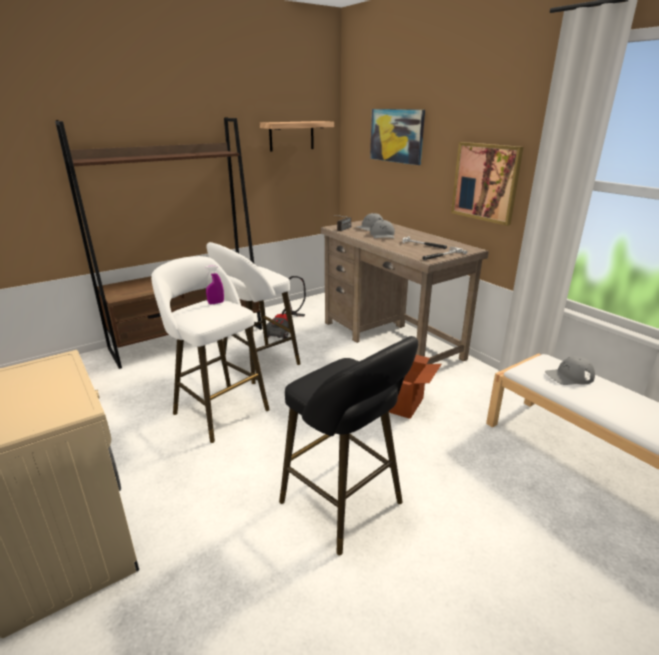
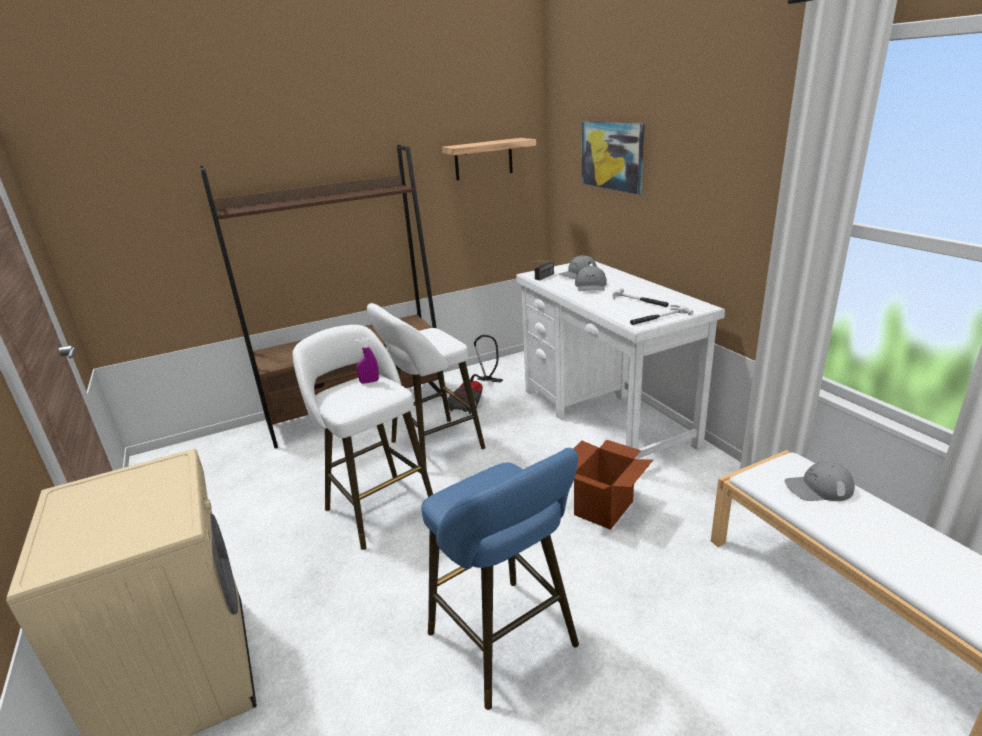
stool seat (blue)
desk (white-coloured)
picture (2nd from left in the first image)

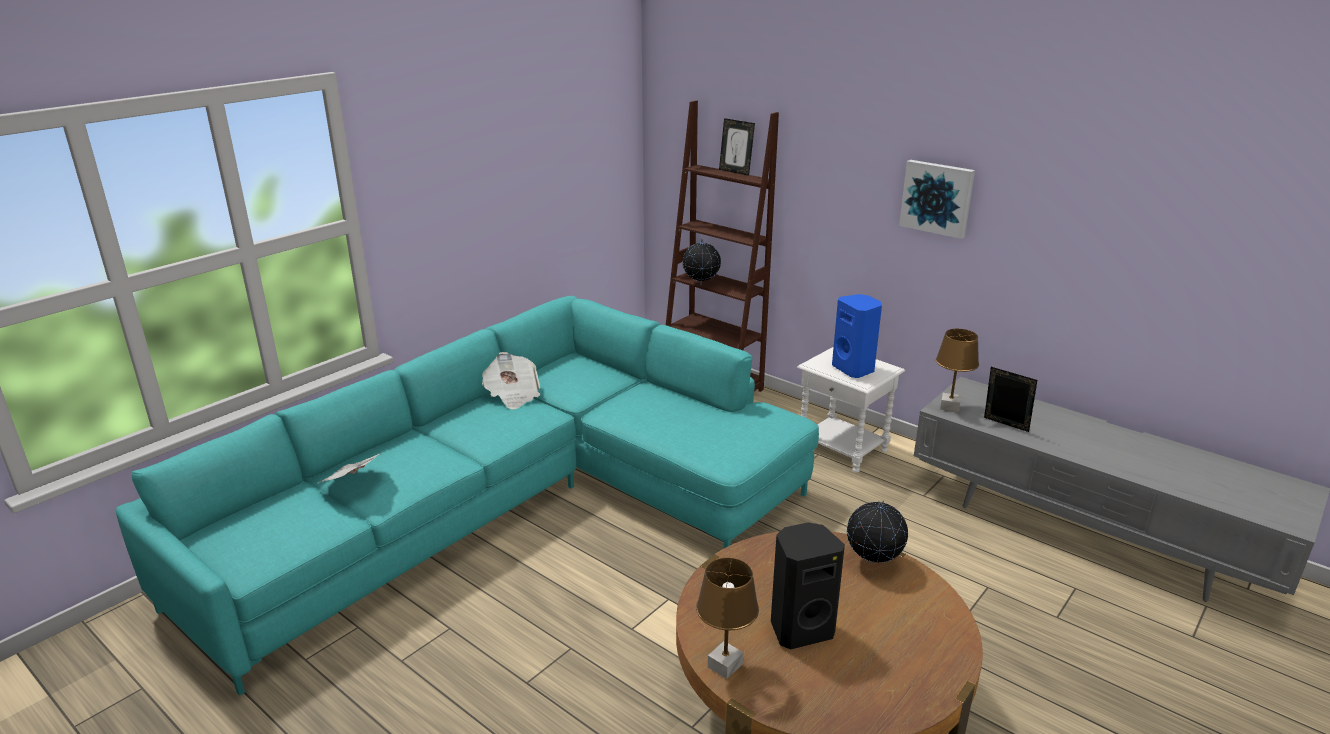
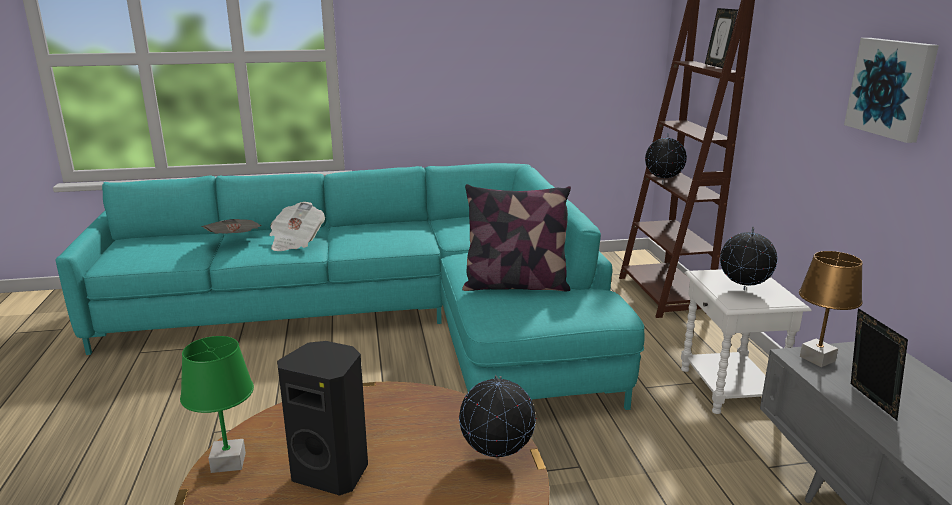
printed paper (2nd from left)
tabletop lamp (greenish)
desk globe (3rd from left)
pillow

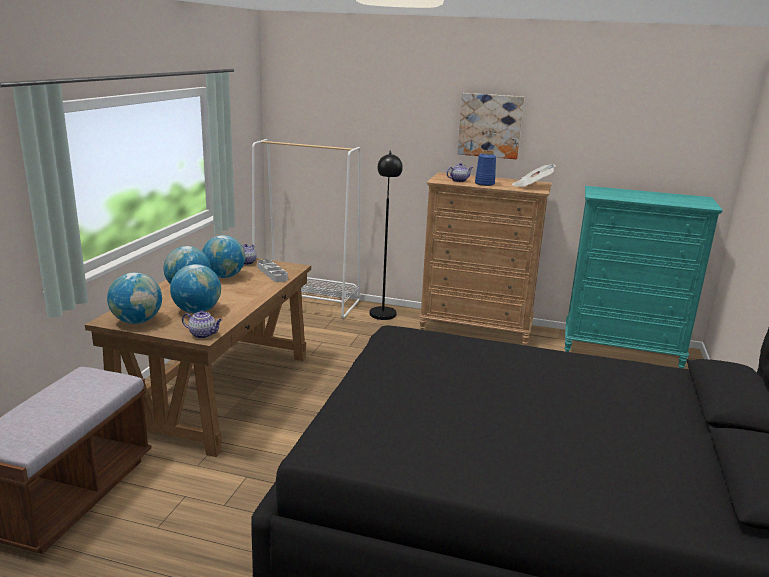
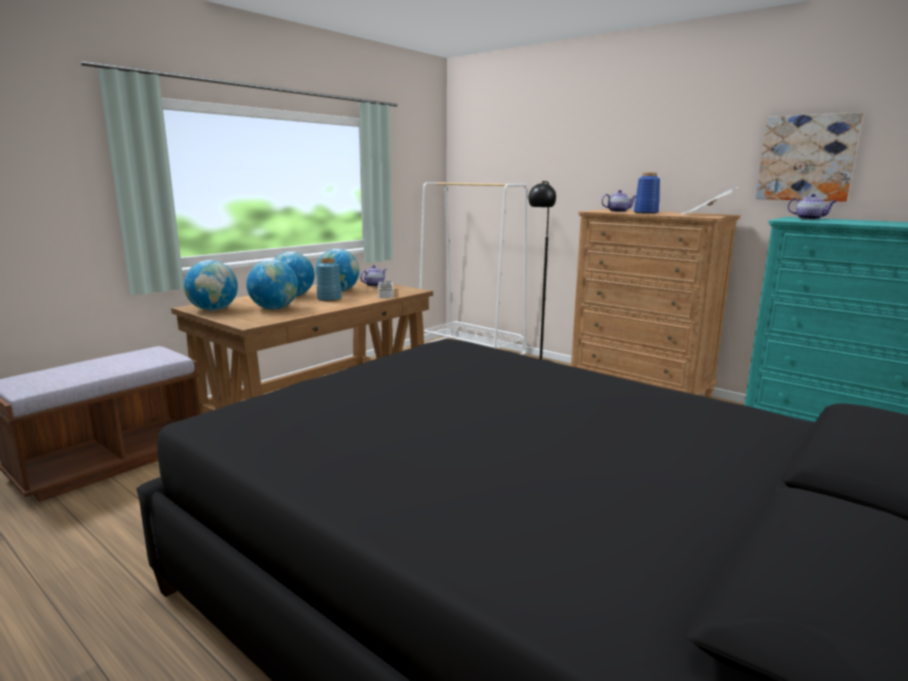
pot for tea (3rd from left)
picture
vase (blue) (1st from left)

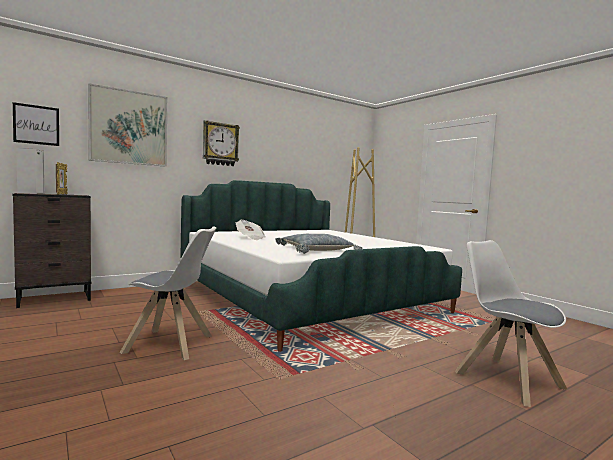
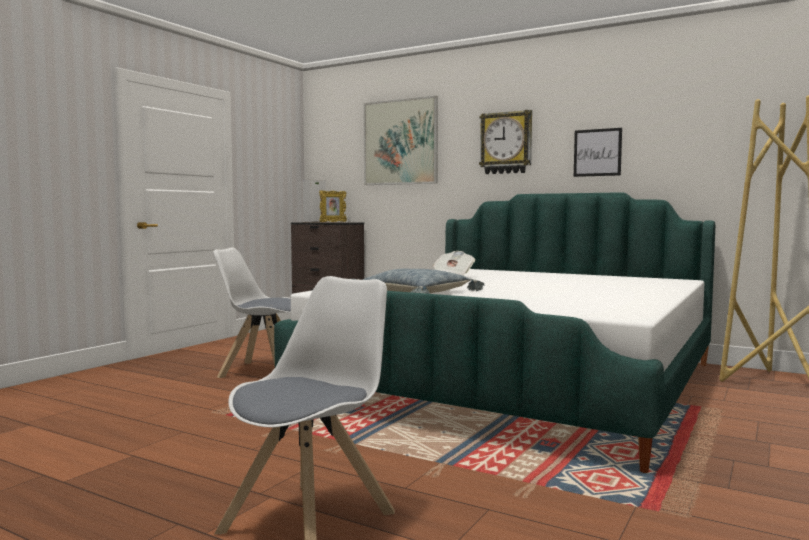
picture (2nd from left)
plain chair (1st from left)

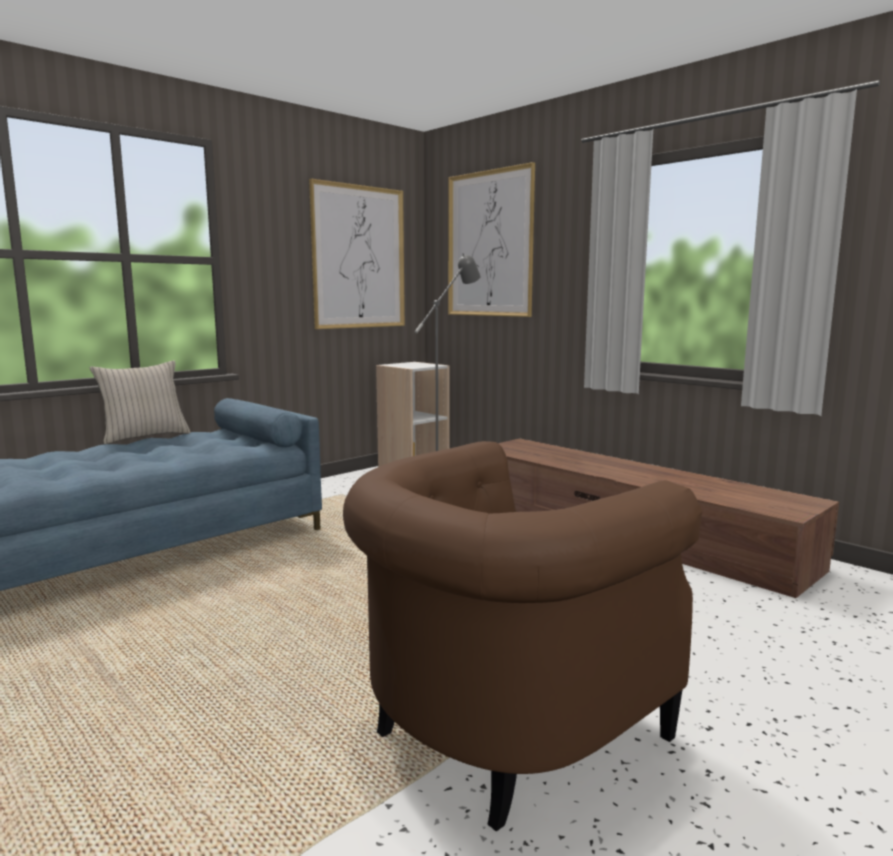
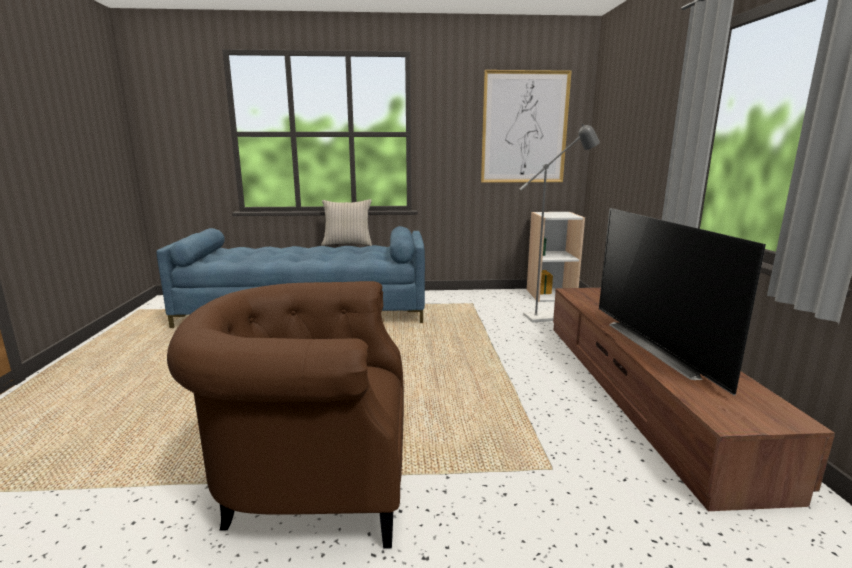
picture (2nd from left in the first image)
TV set

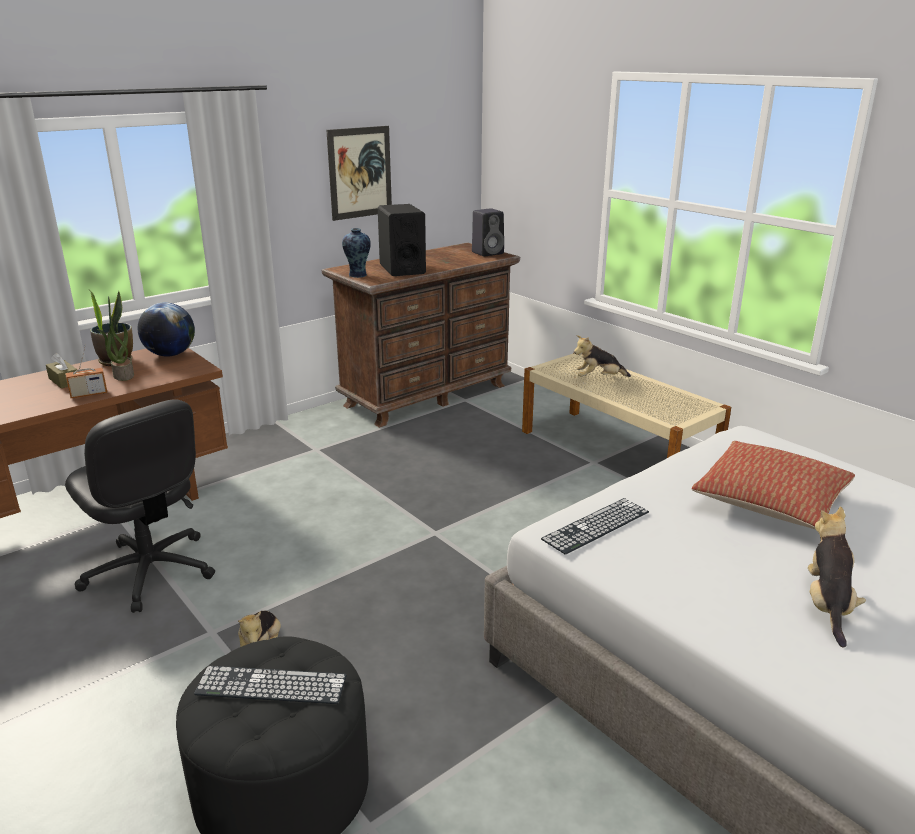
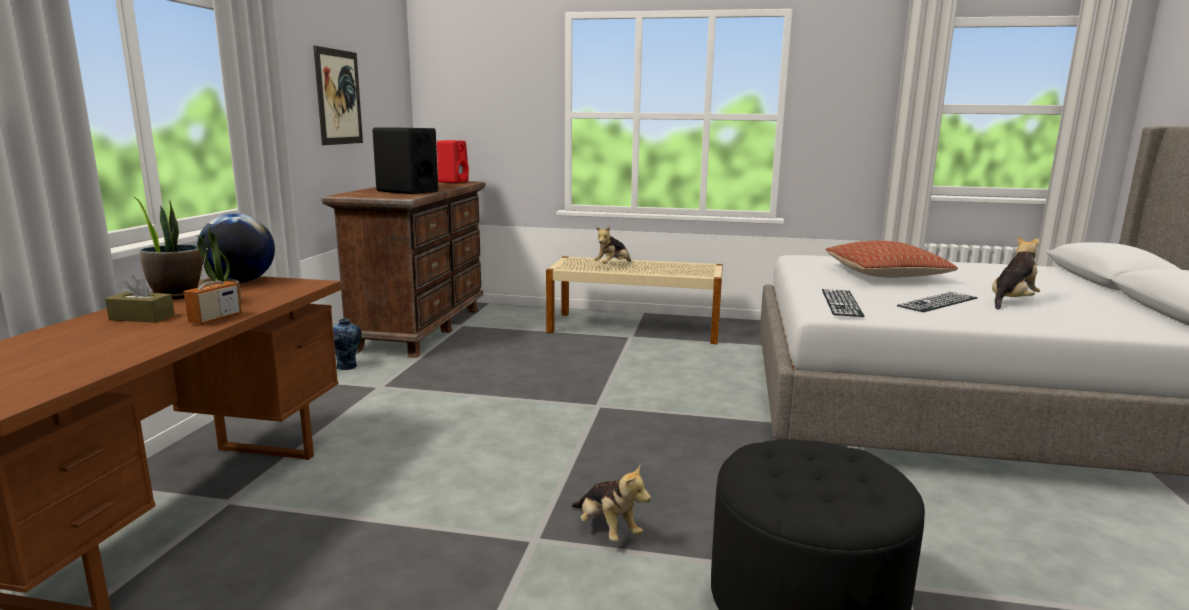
desk chair (black-coloured)
PC keyboard (2nd from left)
vase
speaker (red)
soft toy (3rd from left)

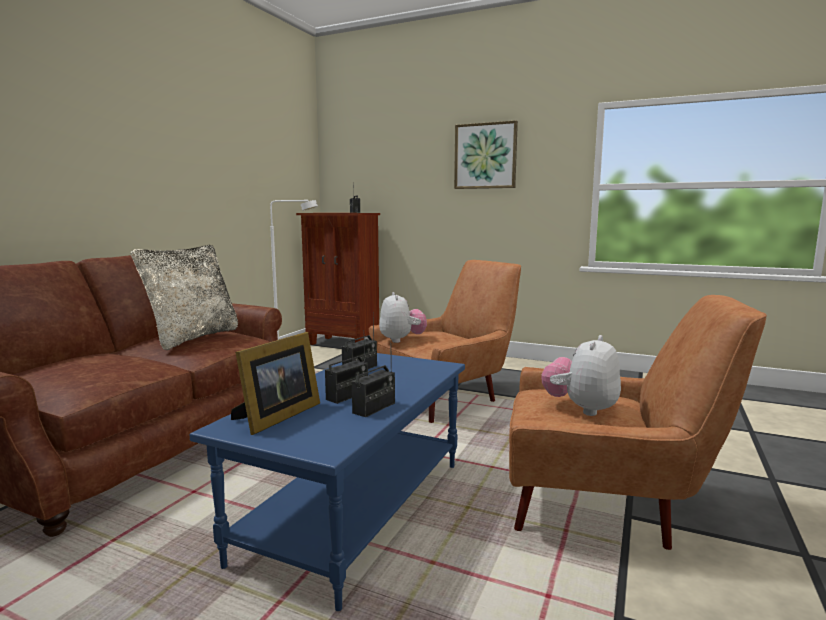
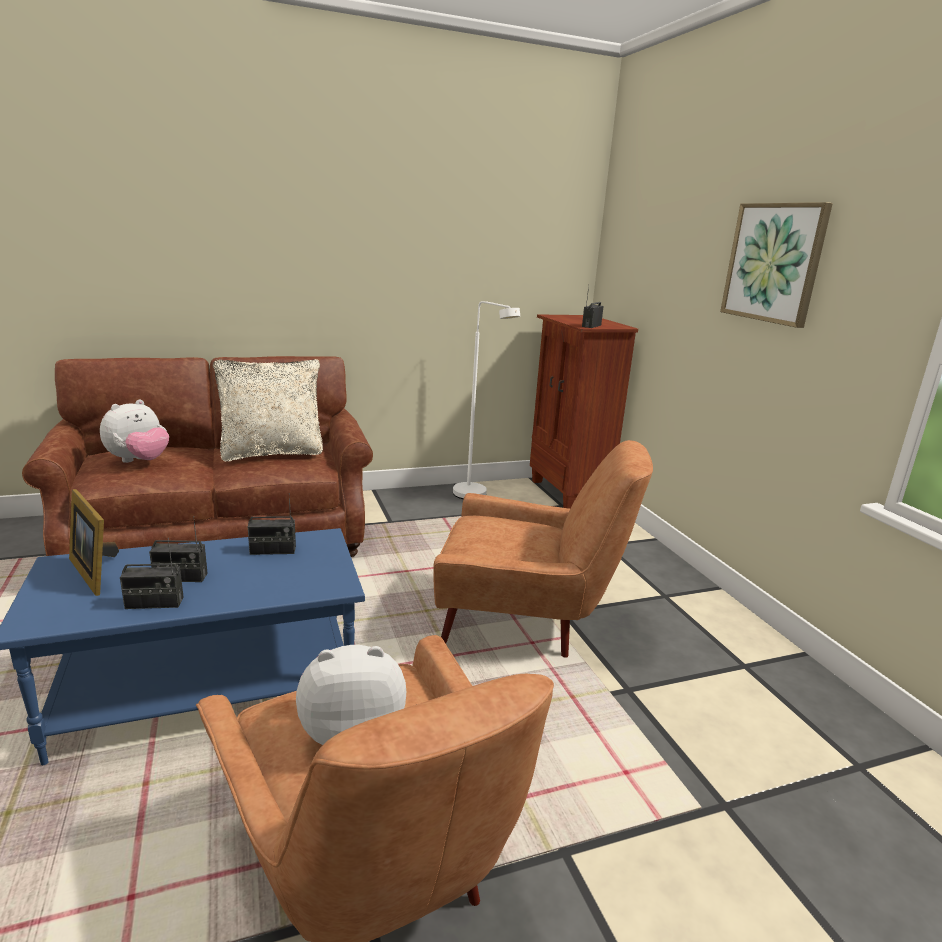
picture frame
soft toy (1st from left)

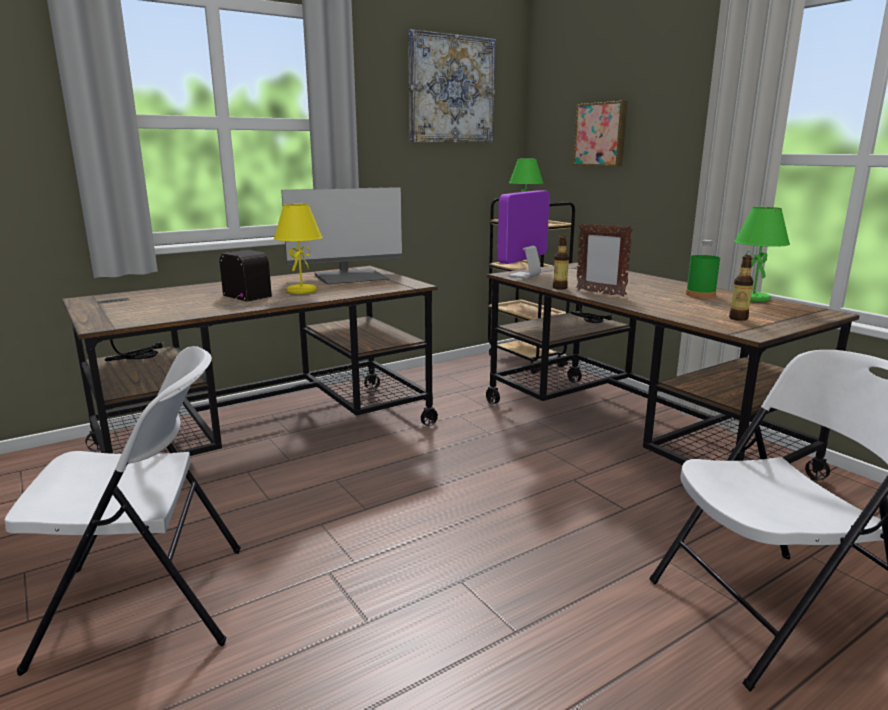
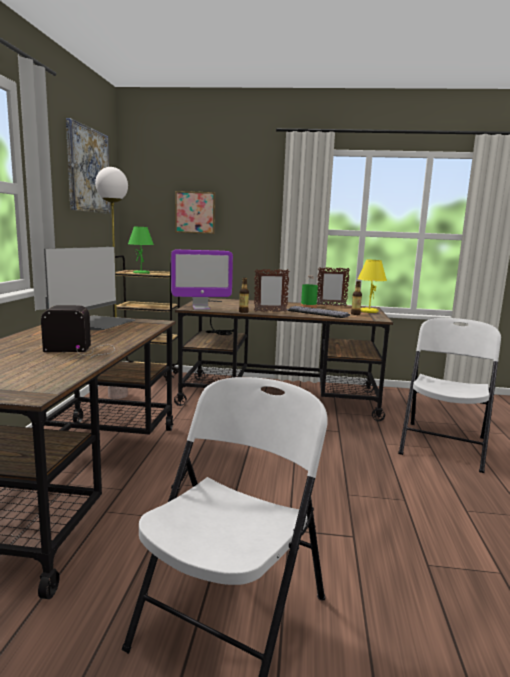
tabletop lamp (yellow)
computer screen (2nd from left)
picture frame (2nd from left)
floor lamp
PC keyboard

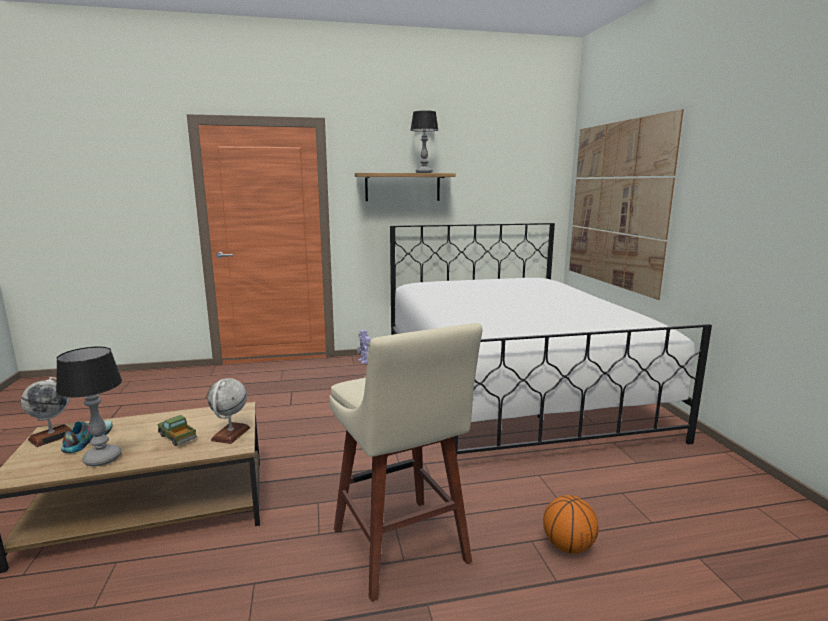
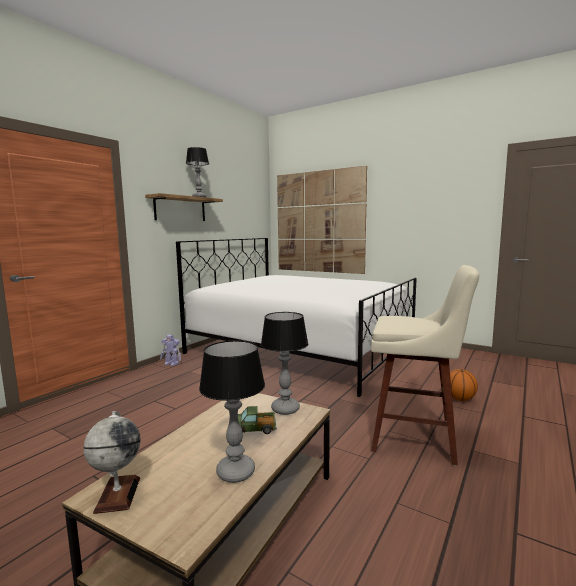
item of footwear
tabletop lamp (3rd from left)

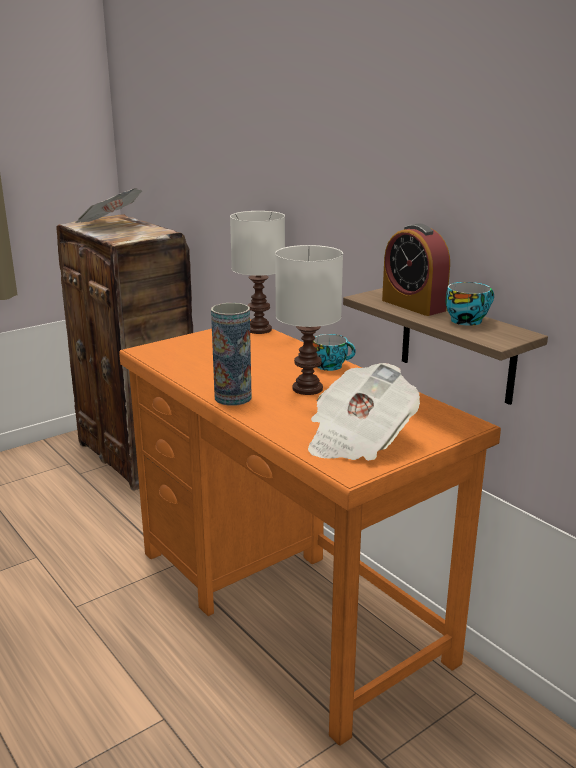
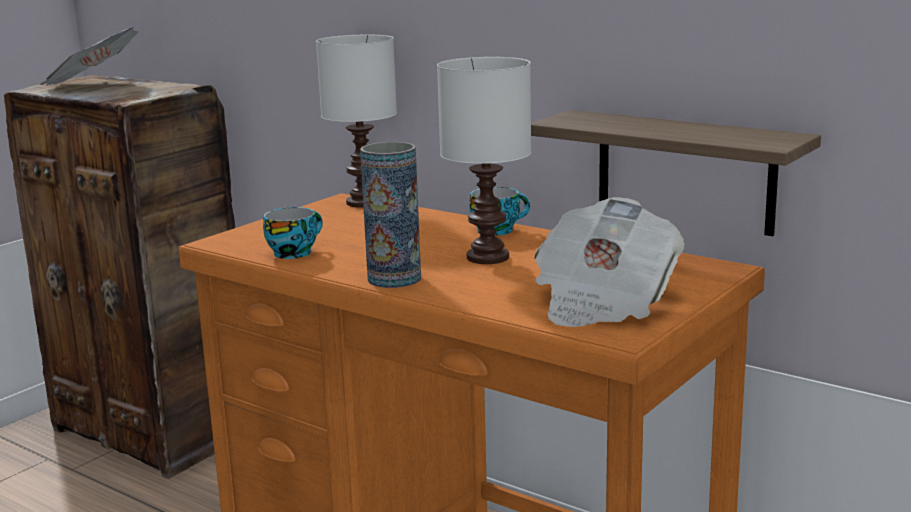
table clock
cup (1st from left)

